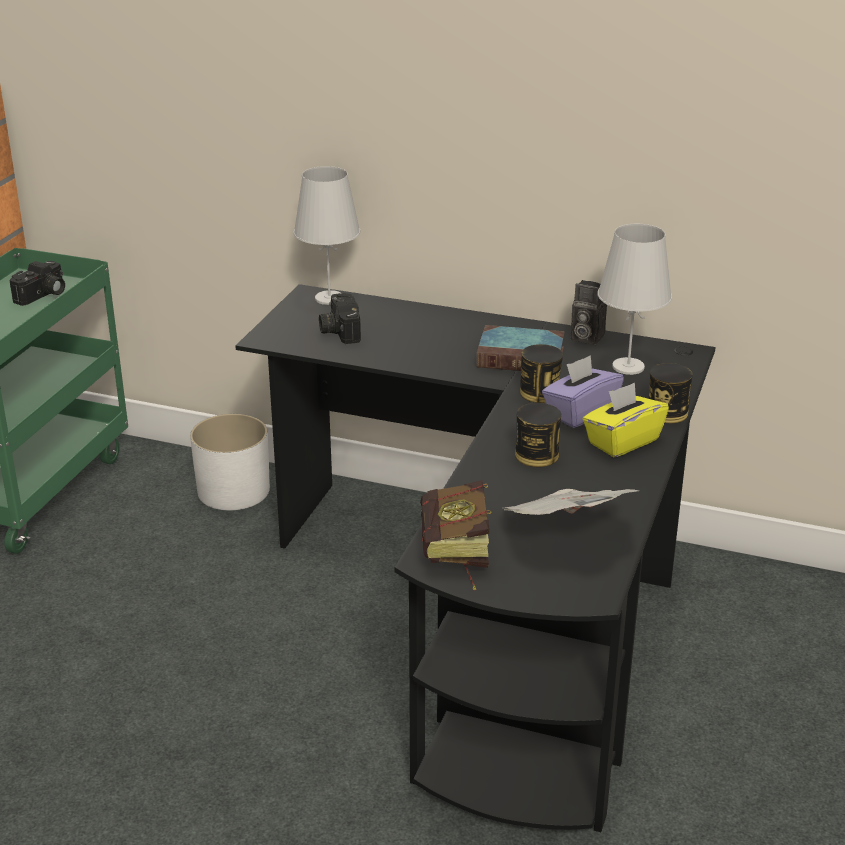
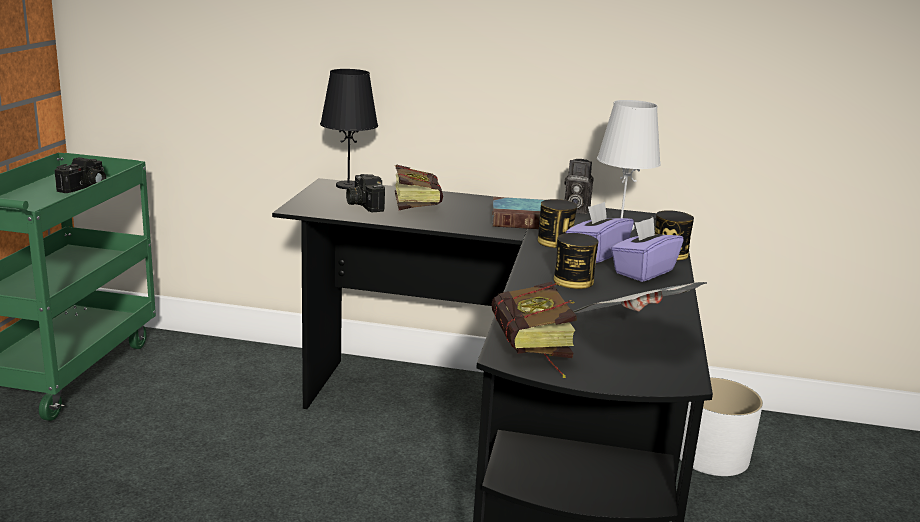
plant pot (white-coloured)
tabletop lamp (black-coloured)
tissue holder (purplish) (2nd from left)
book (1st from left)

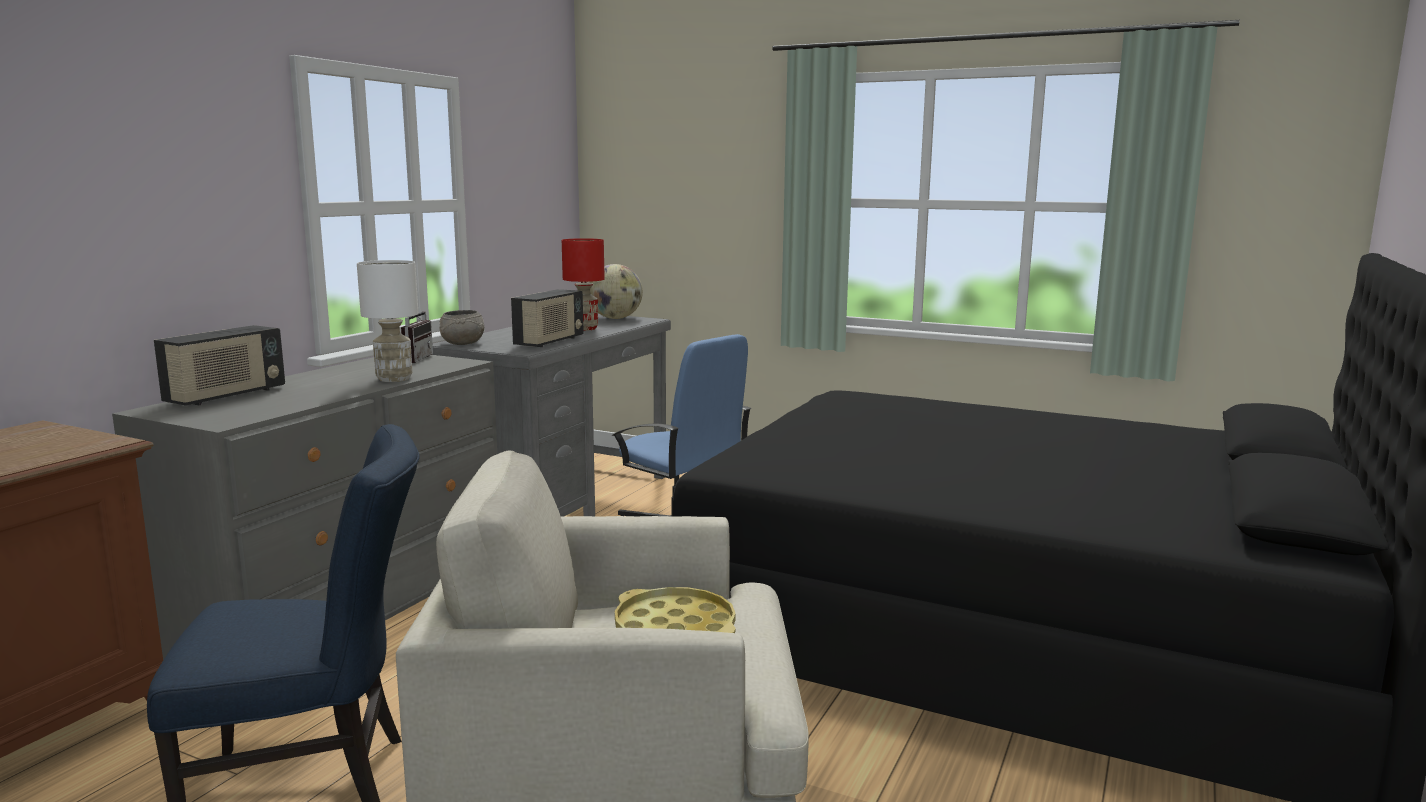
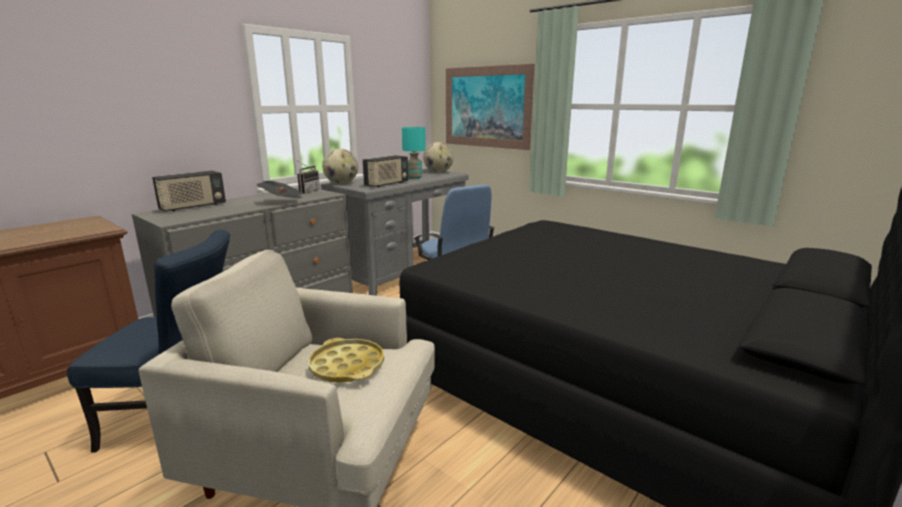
printed paper
desk globe (1st from left)
tabletop lamp (turquoise)
picture

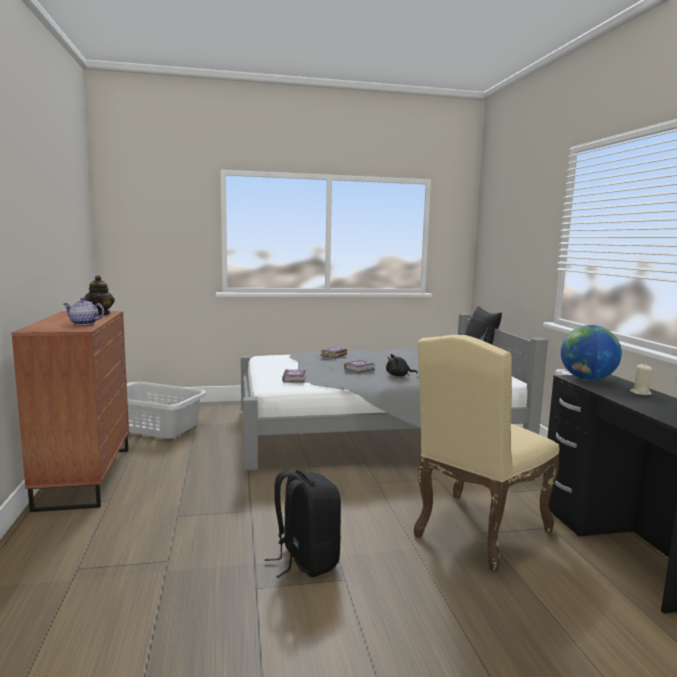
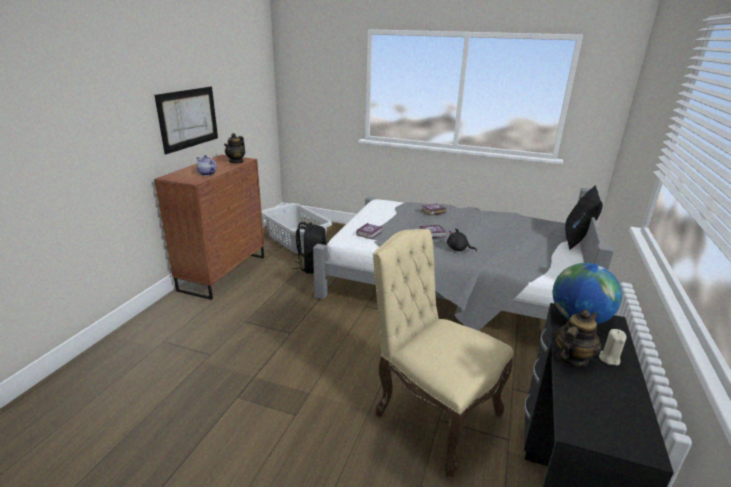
rucksack (black-coloured)
plain chair (beige-coloured)
picture
pot for tea (3rd from left)

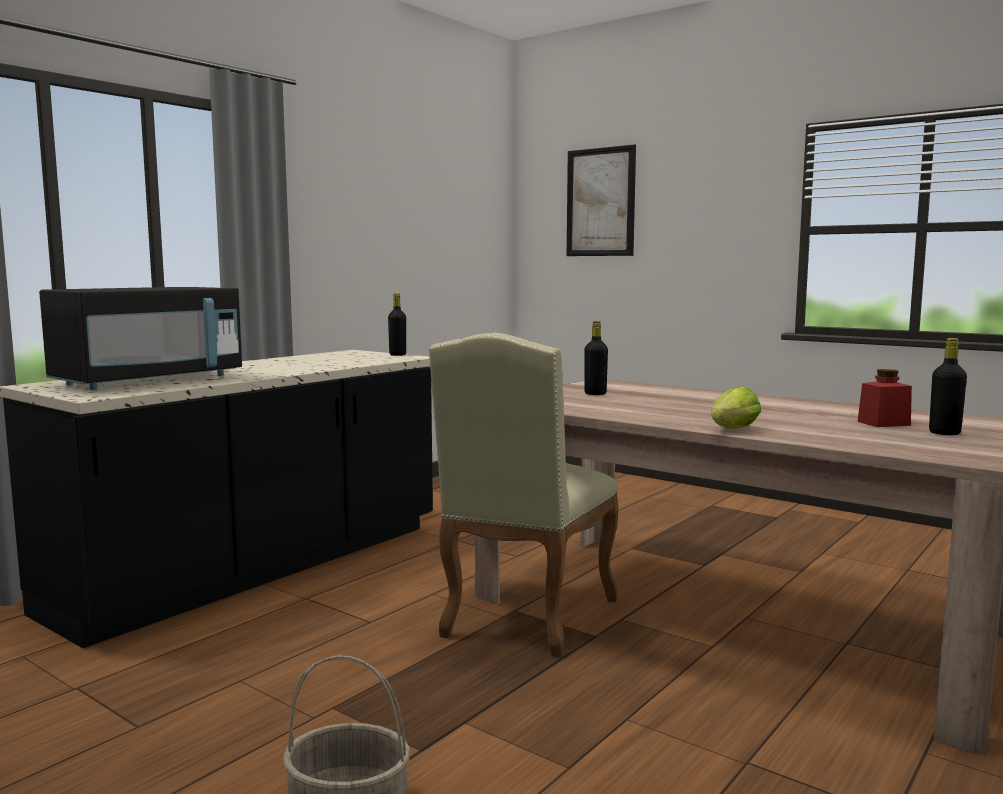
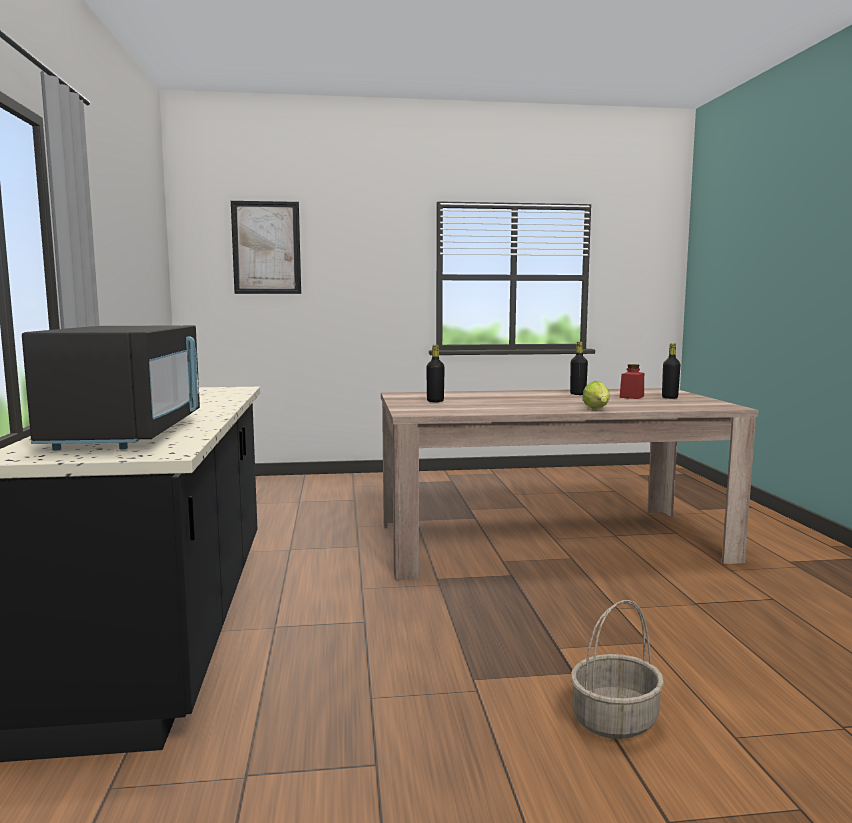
drink bottle (black-coloured) (2nd from left)
plain chair (beige-coloured)

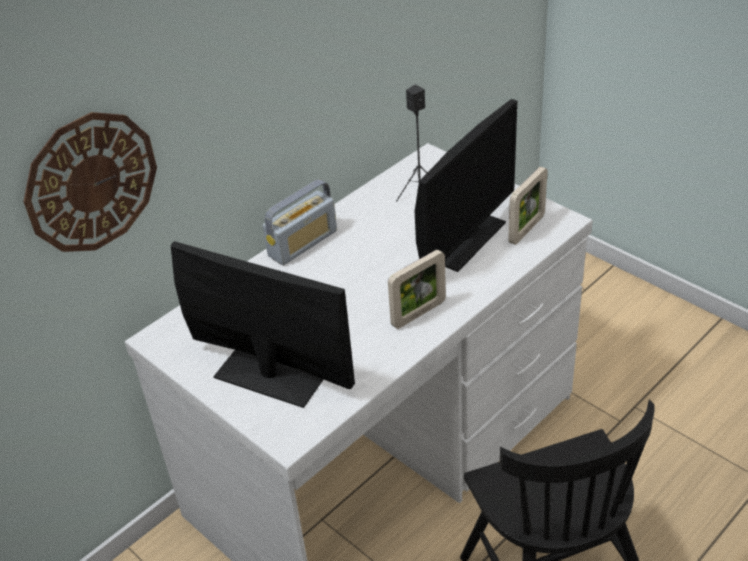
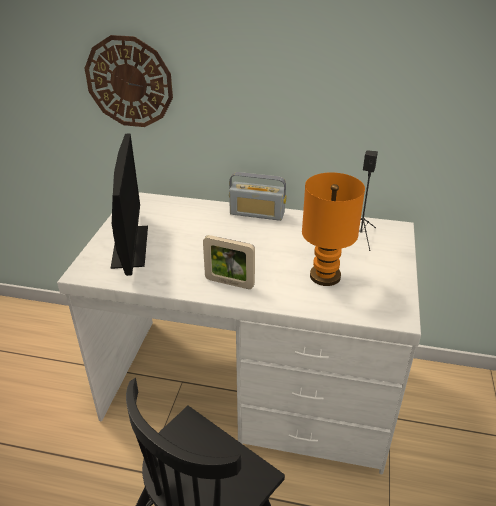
tabletop lamp (orange-coloured)
picture frame (2nd from left in the first image)

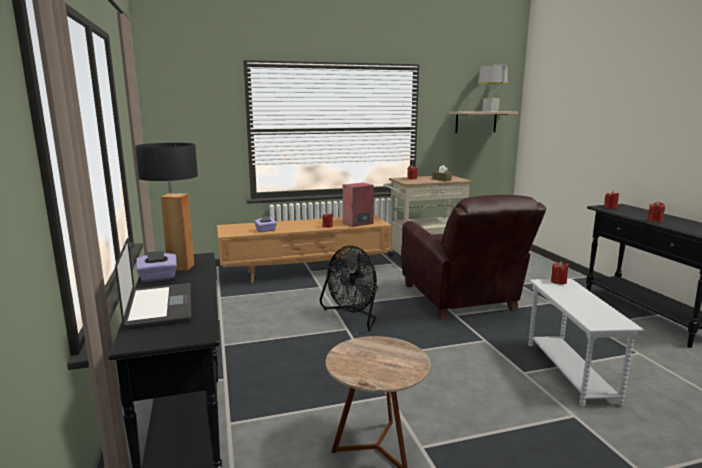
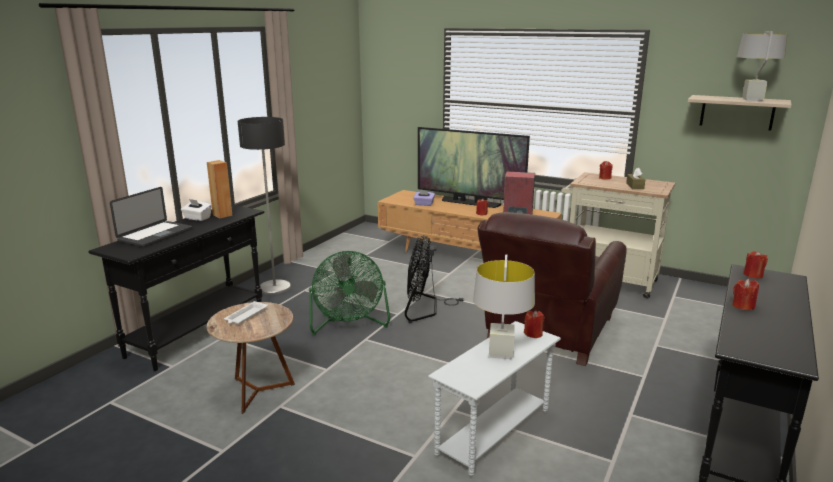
tissue holder (white-coloured)
serving tray (white-coloured)
electric fan (greenish)
TV set
tabletop lamp (greyish) (1st from left)

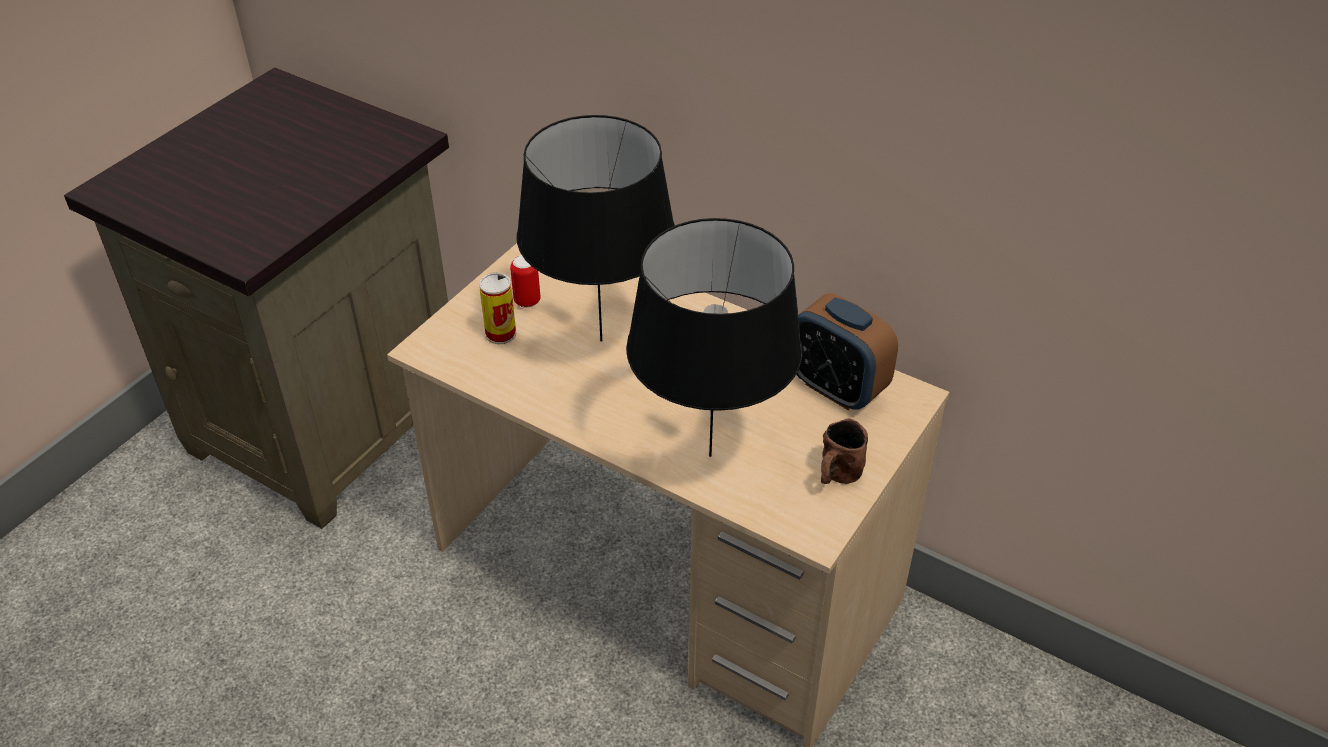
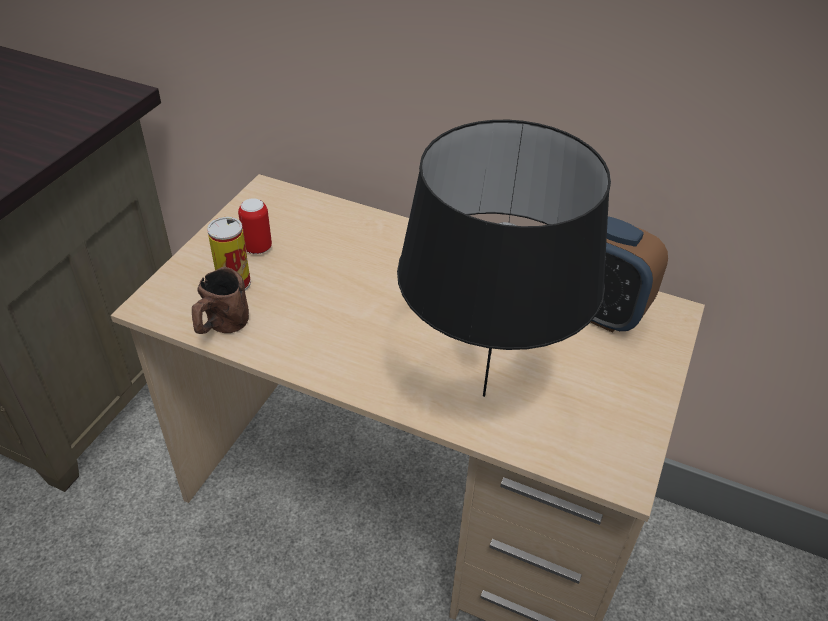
tabletop lamp (black-coloured) (1st from left in the first image)
coffee mug (brown)

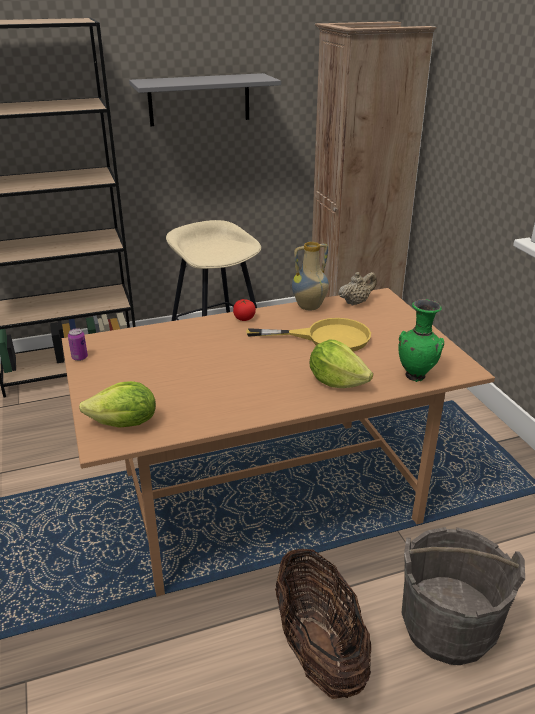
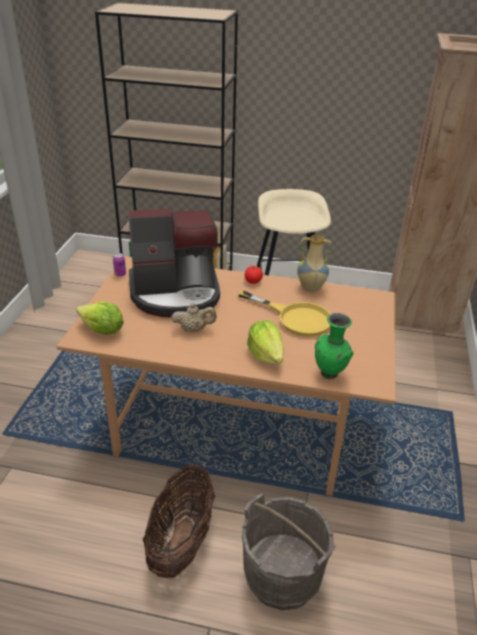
wall shelf (greyish)
pot for tea (beige-coloured)
coffee machine

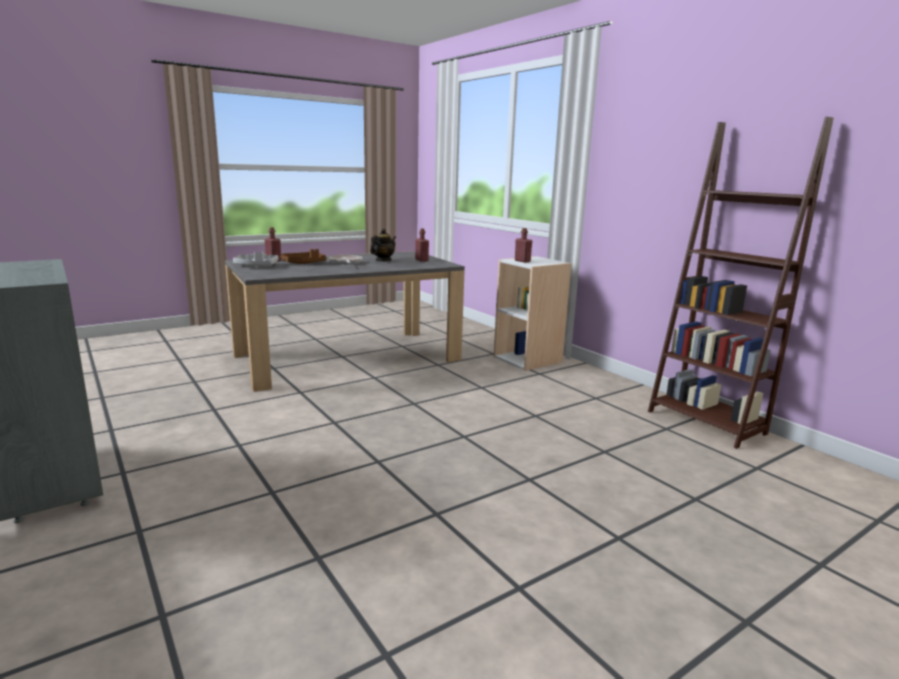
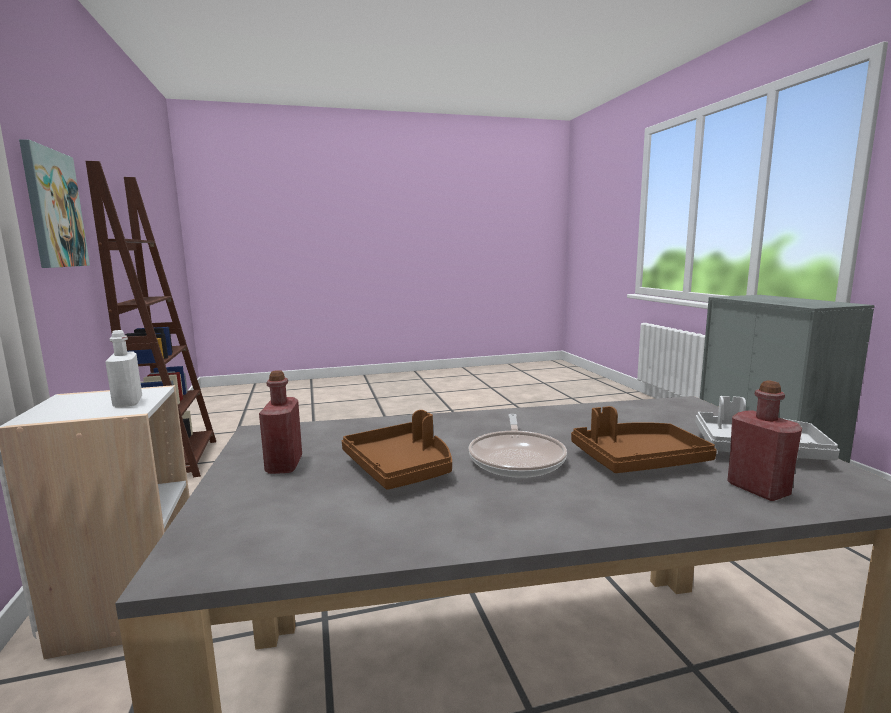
serving tray (brown) (1st from left)
drink bottle (white-coloured)
picture

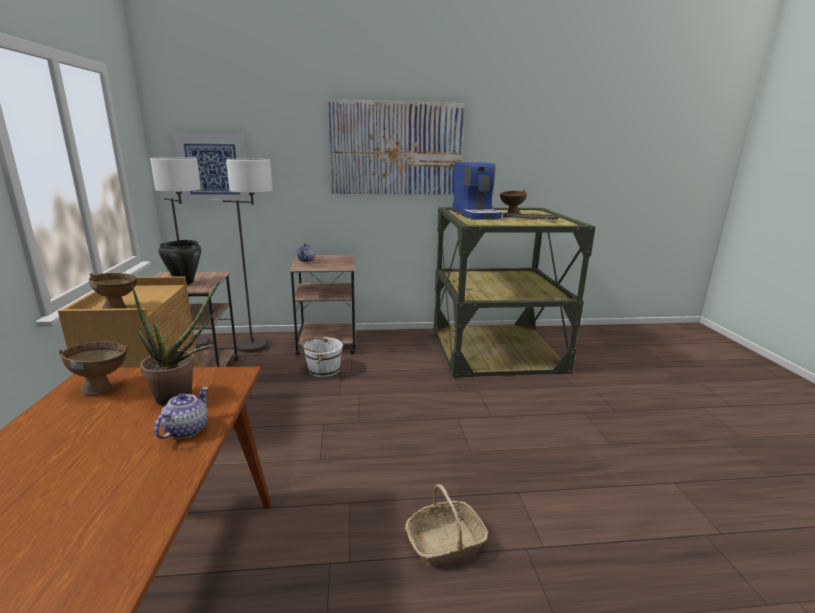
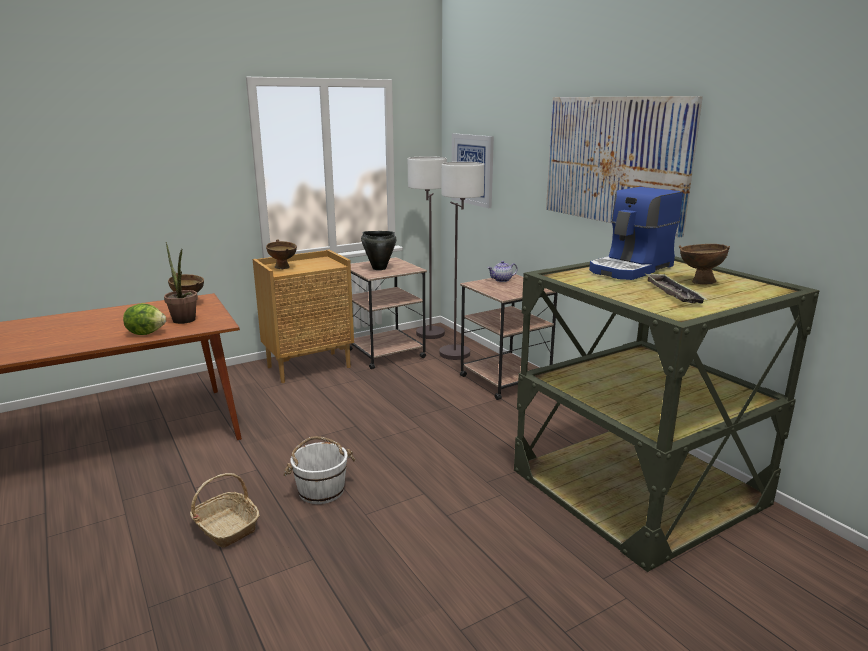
lettuce
bucket (white-coloured)

